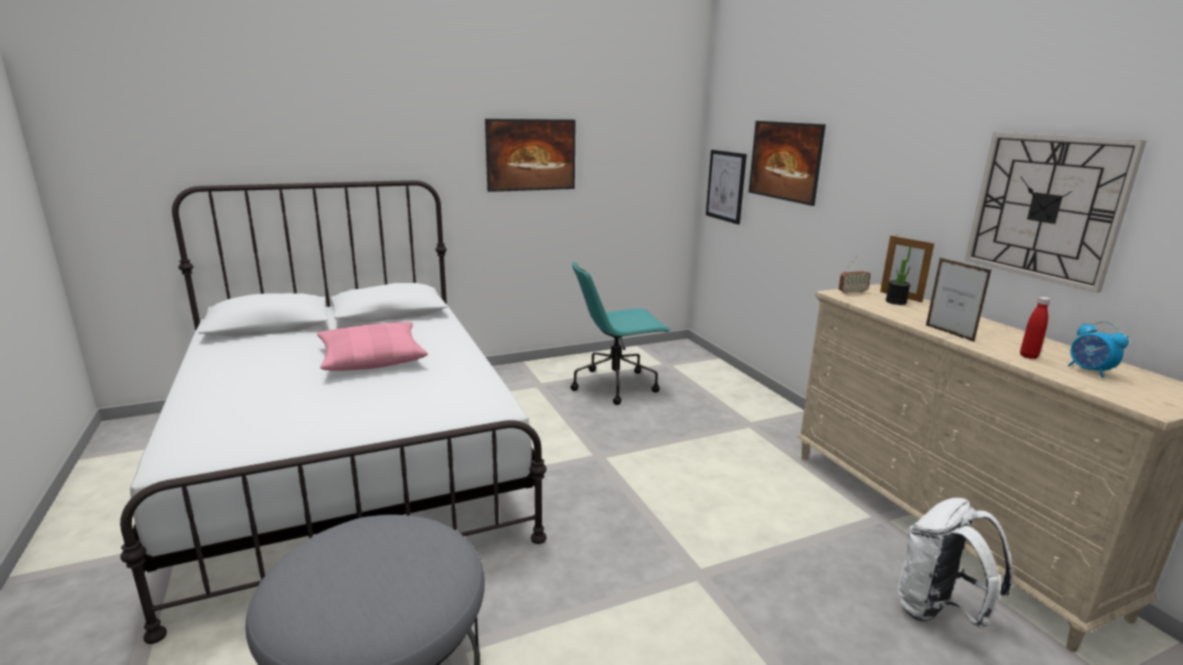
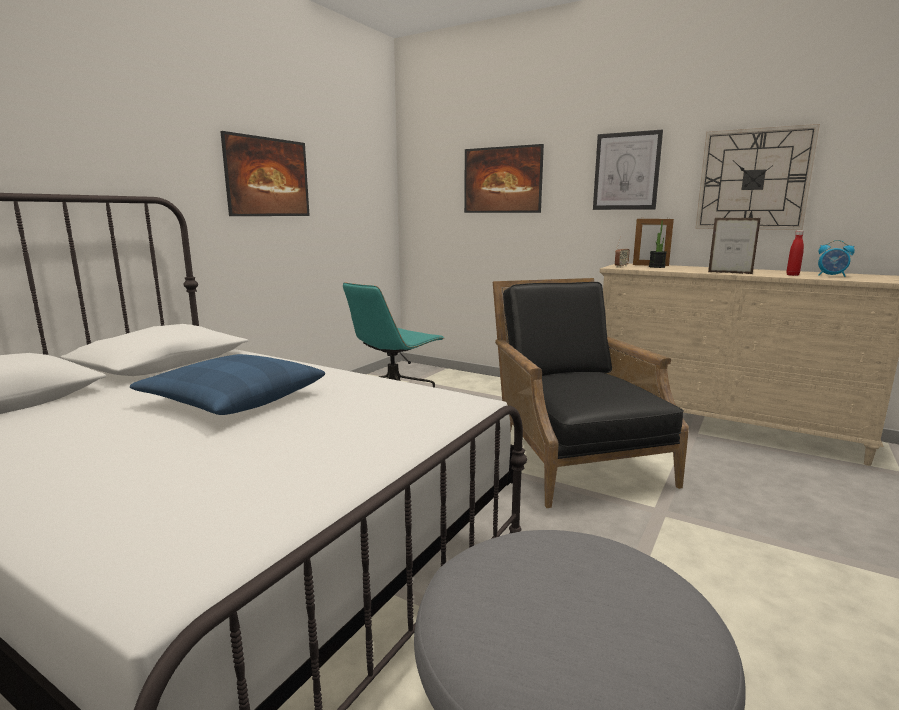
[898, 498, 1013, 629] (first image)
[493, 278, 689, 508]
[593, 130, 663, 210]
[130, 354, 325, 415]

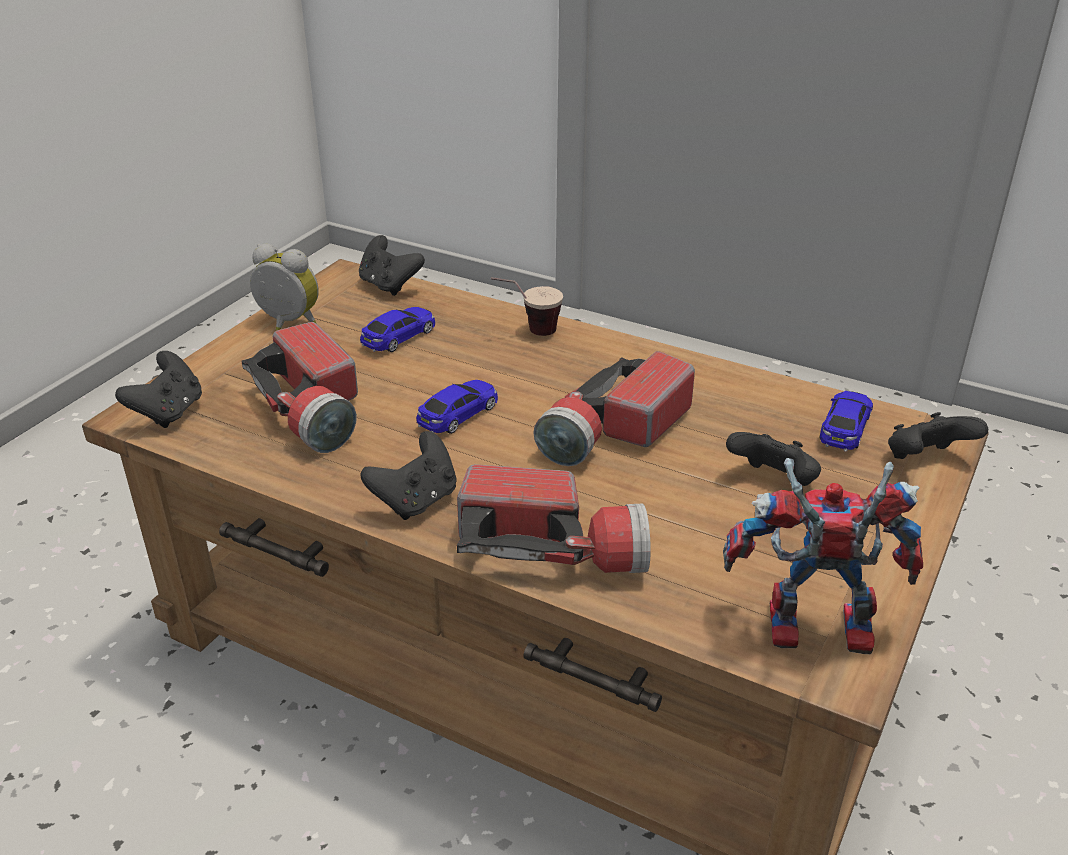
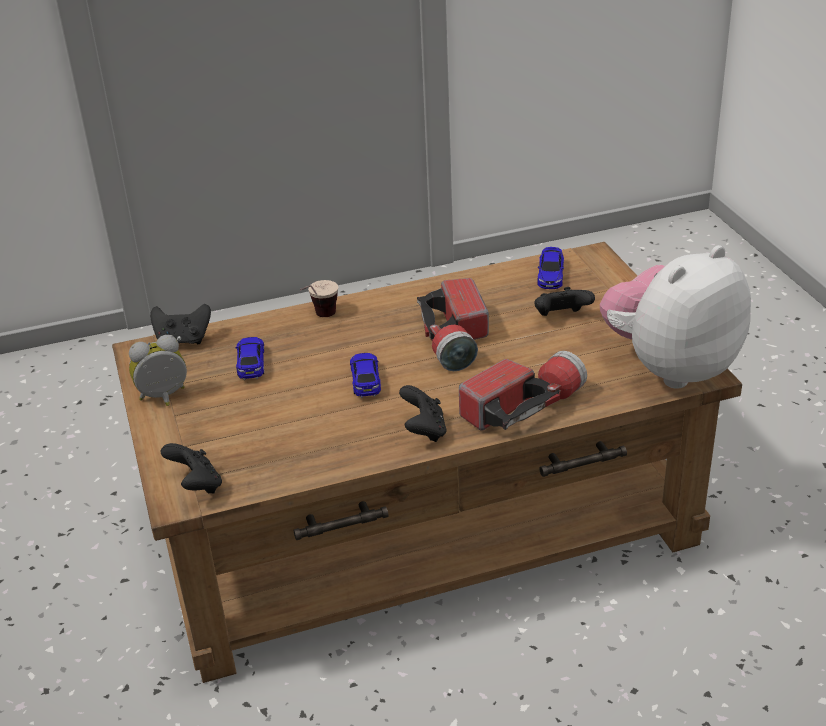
[242, 322, 358, 453] (first image)
[888, 412, 988, 459] (first image)
[600, 245, 751, 389]
[537, 247, 564, 289]

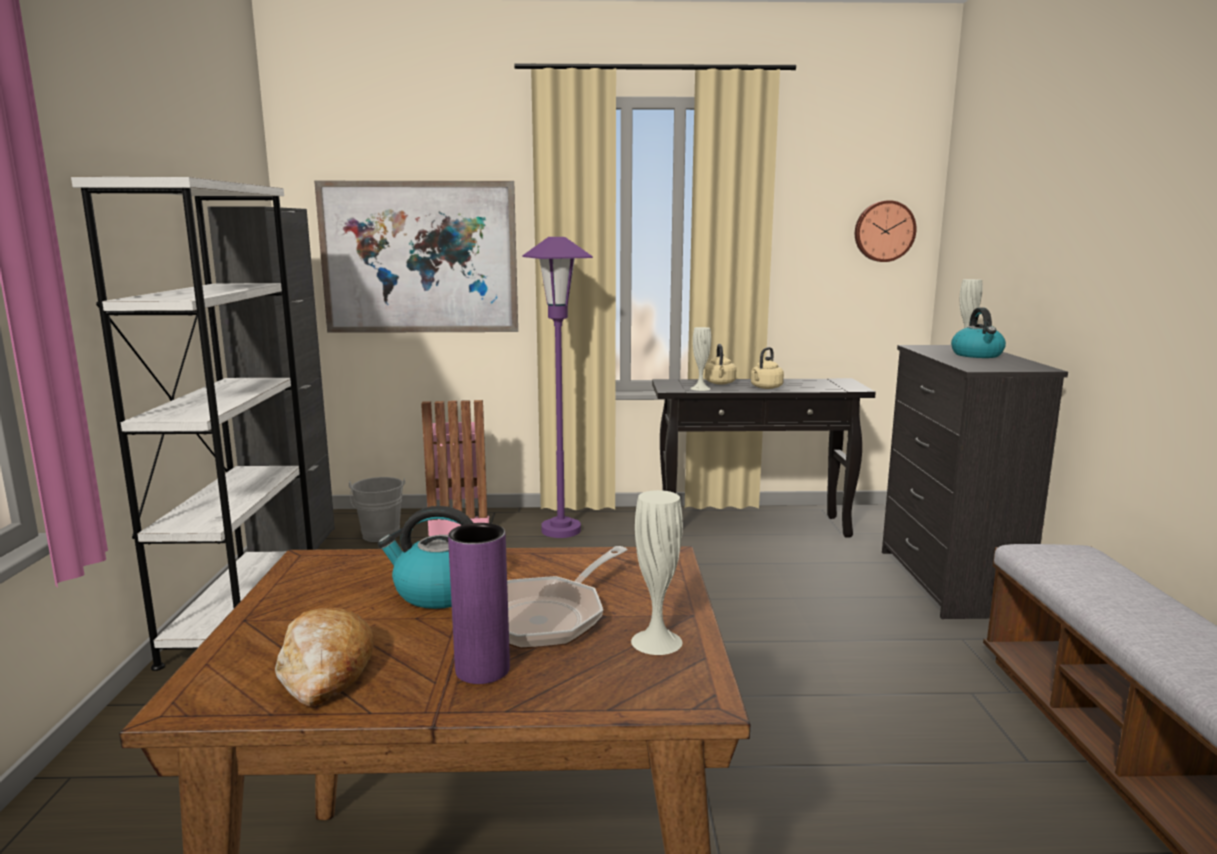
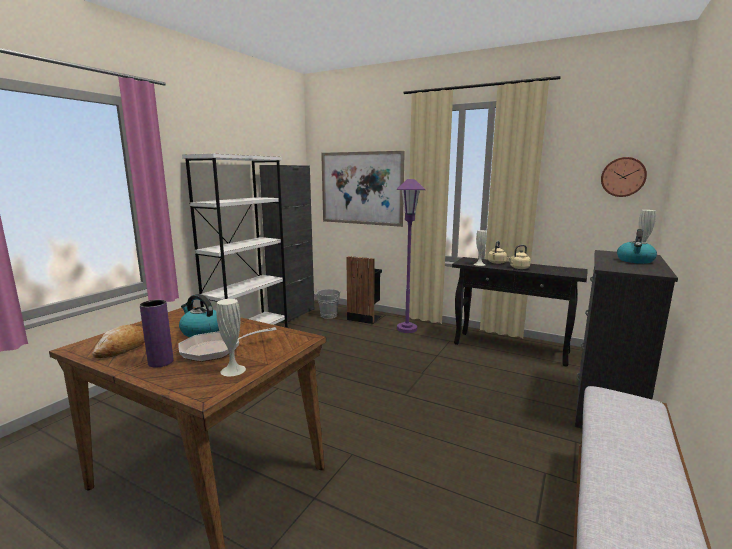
[346, 256, 382, 324]

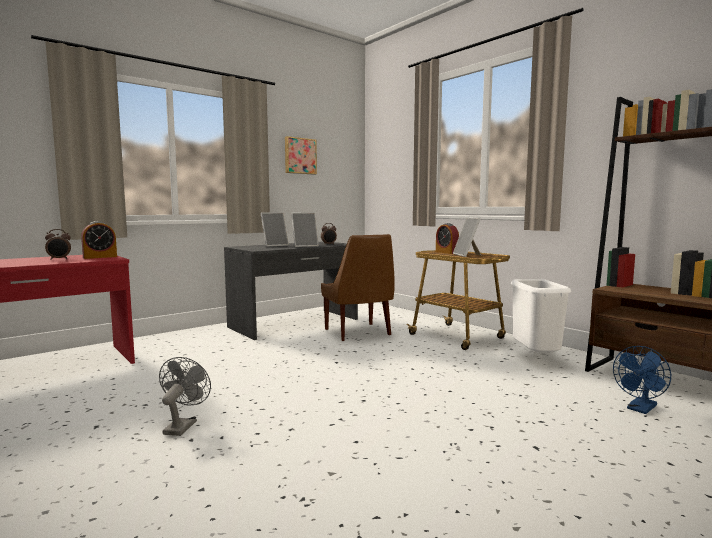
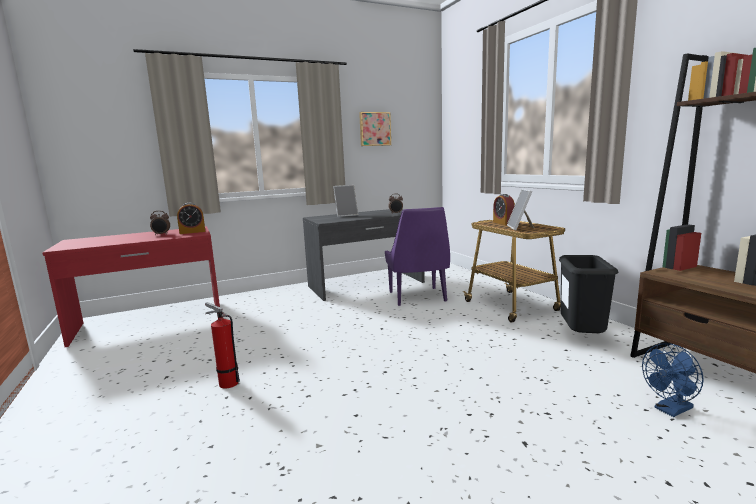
[291, 212, 319, 247] (first image)
[205, 302, 240, 389]
[385, 207, 450, 306]
[559, 255, 618, 333]

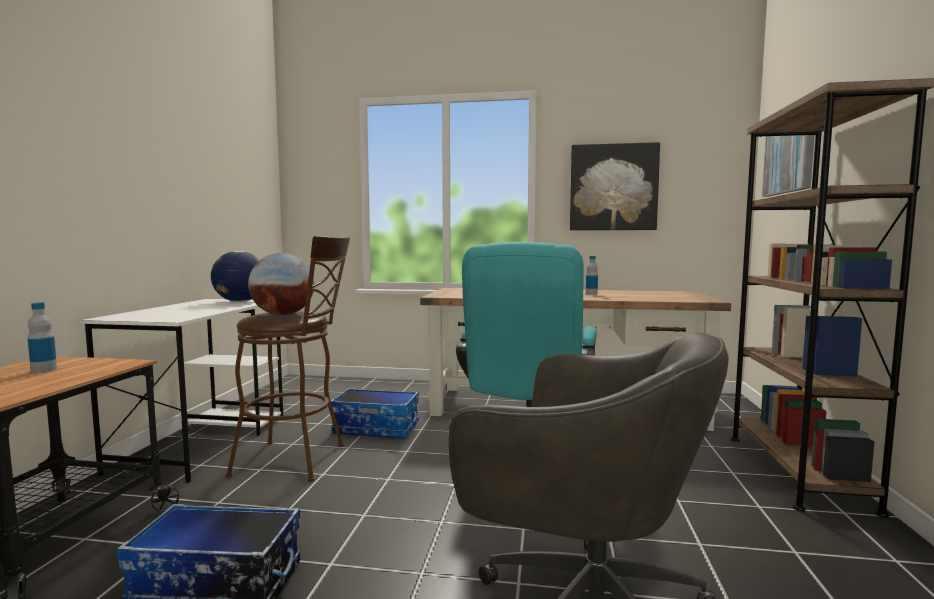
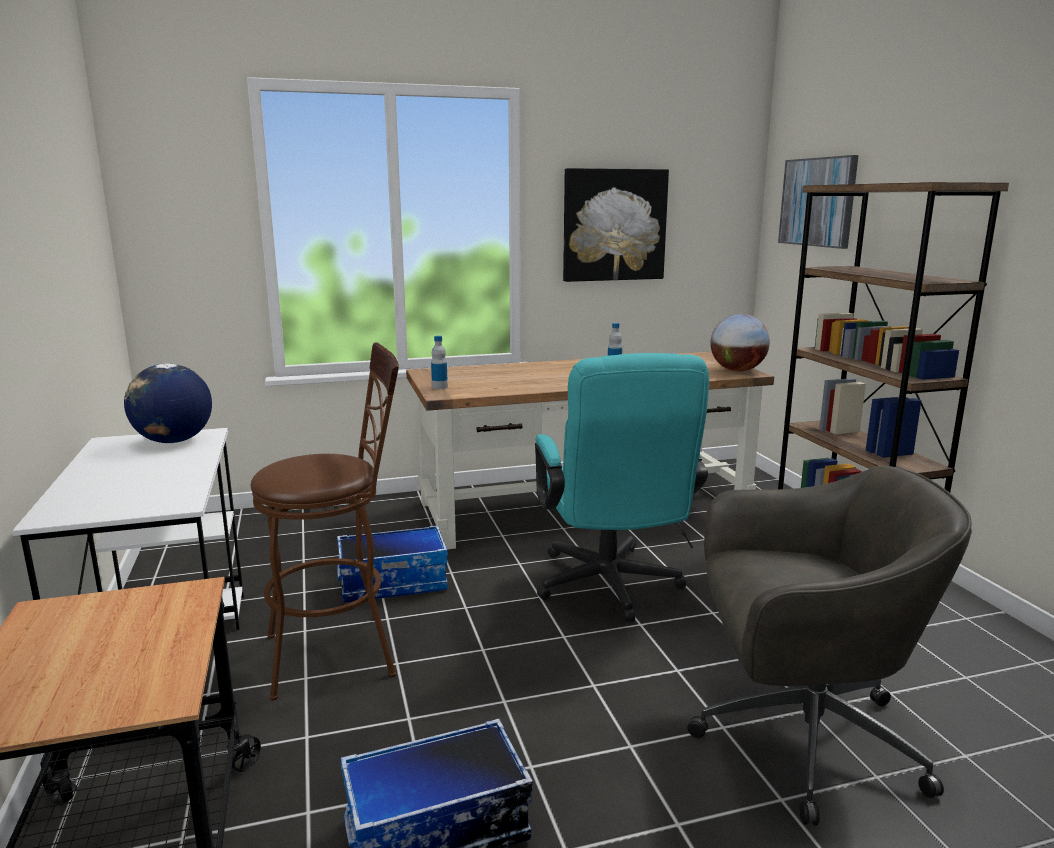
[431, 335, 448, 389]
[710, 314, 770, 371]

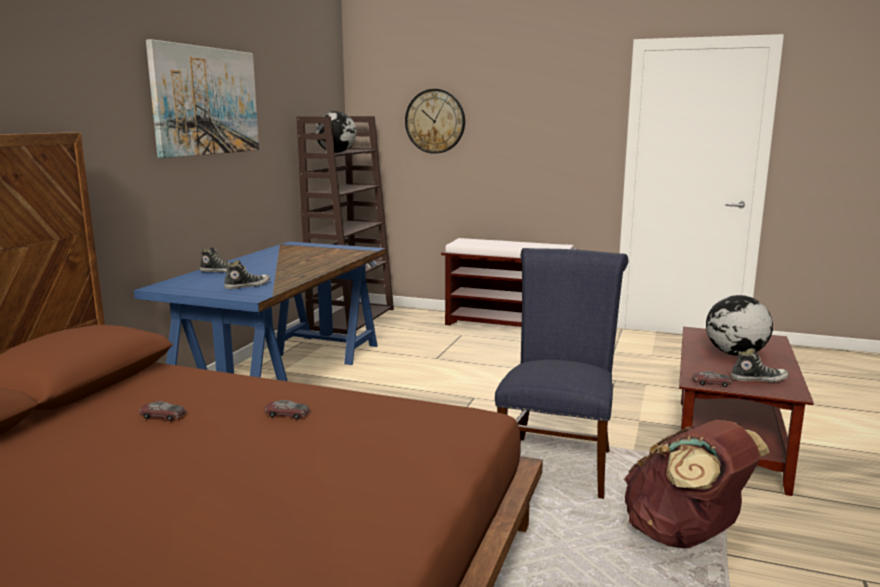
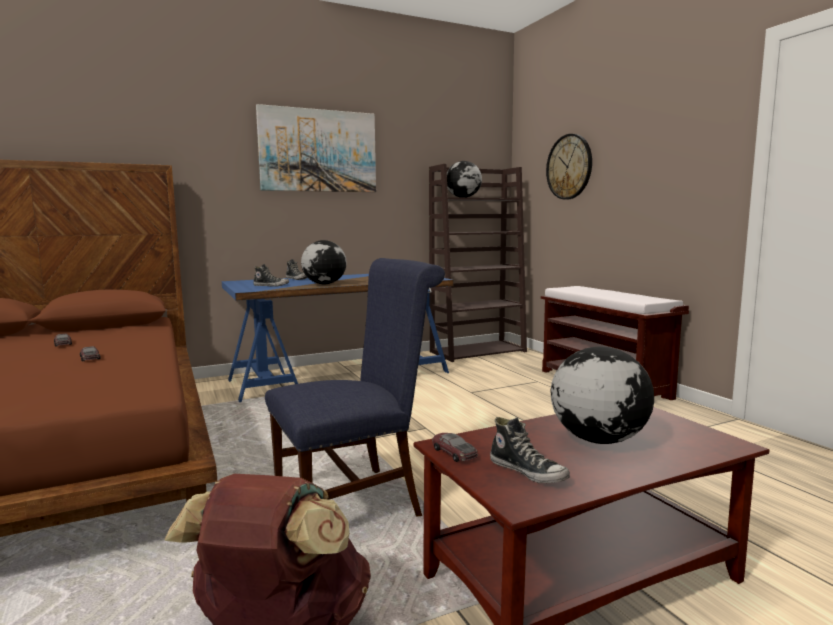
[301, 240, 347, 285]

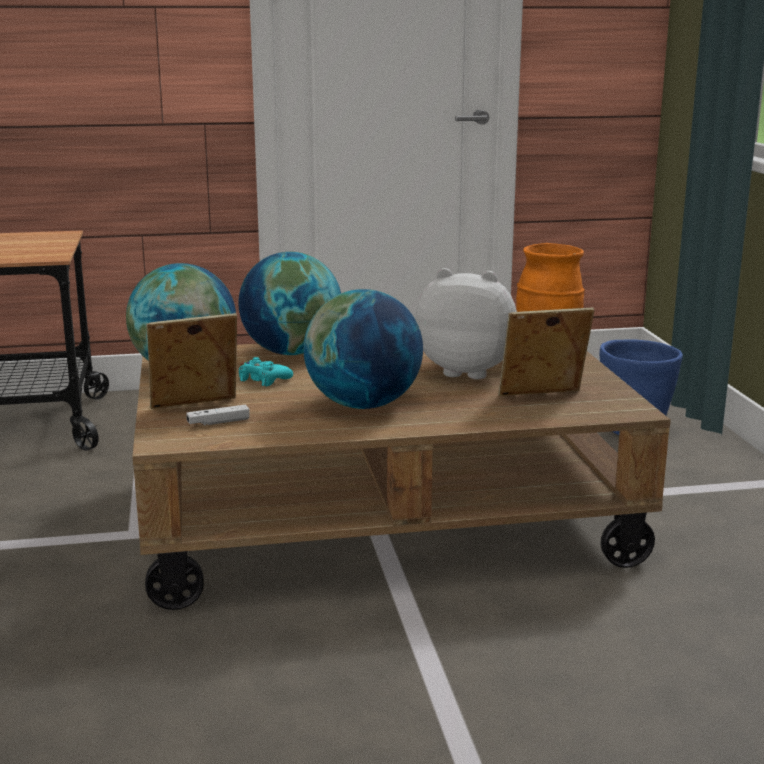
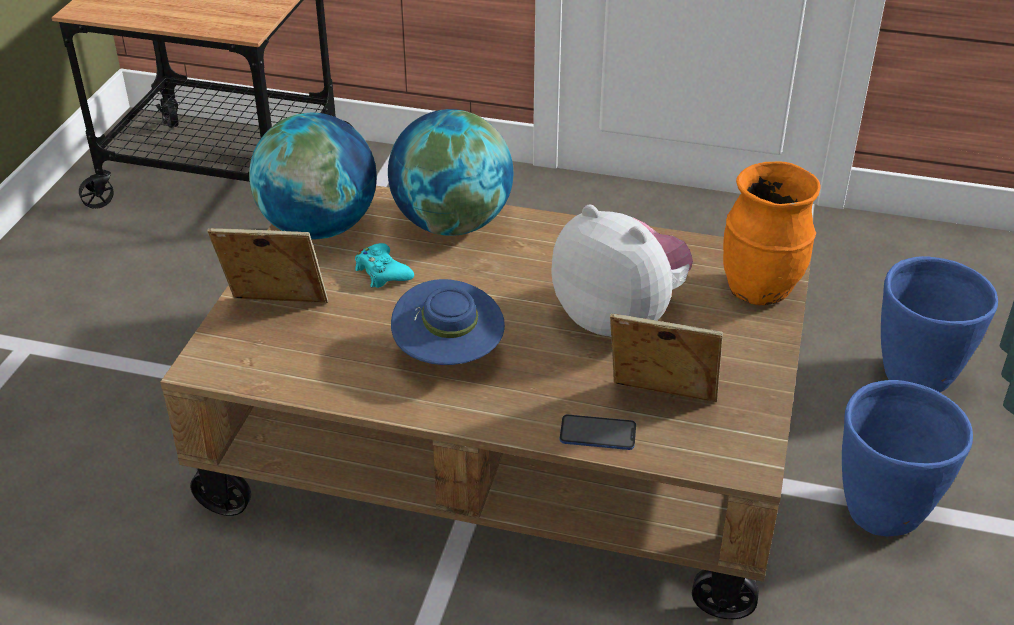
[186, 405, 250, 426] (first image)
[560, 414, 636, 450]
[842, 380, 973, 537]
[391, 279, 505, 365]

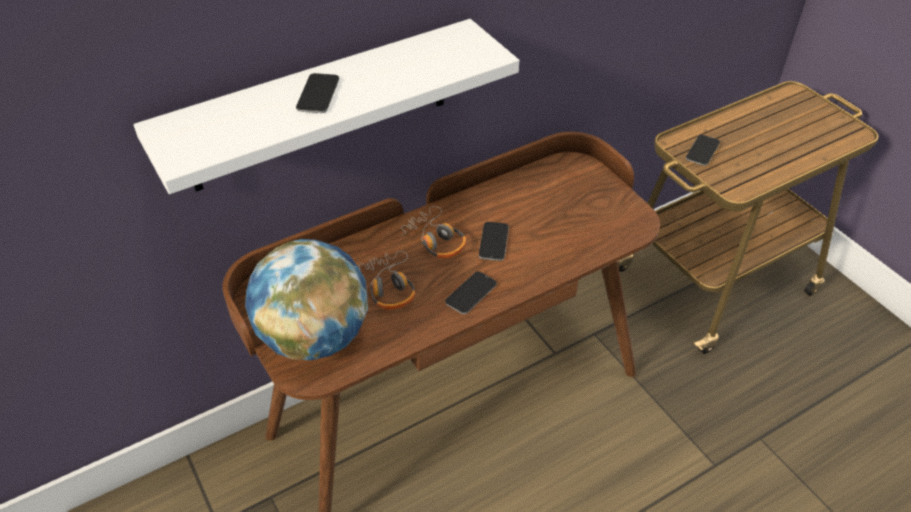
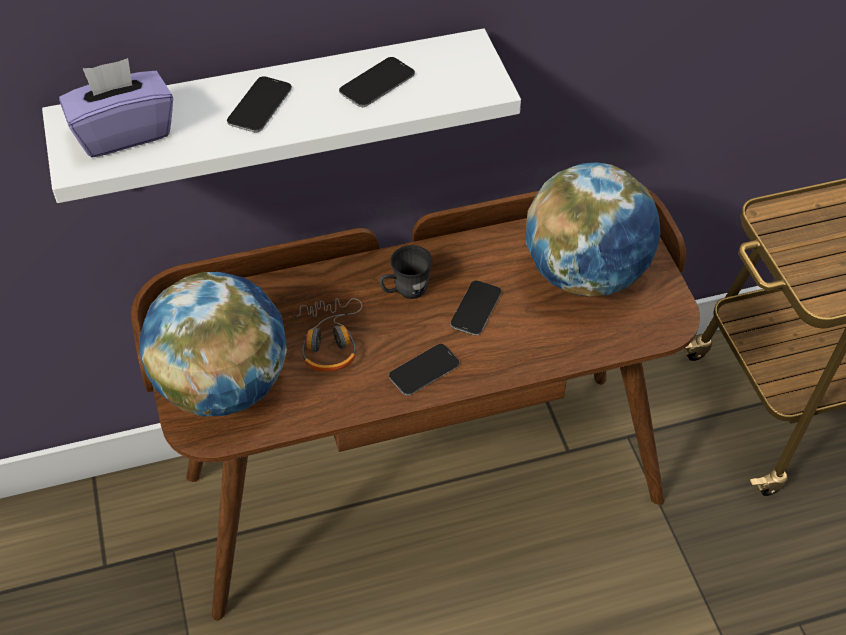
[59, 58, 173, 158]
[526, 162, 660, 297]
[339, 57, 415, 107]
[379, 245, 432, 299]

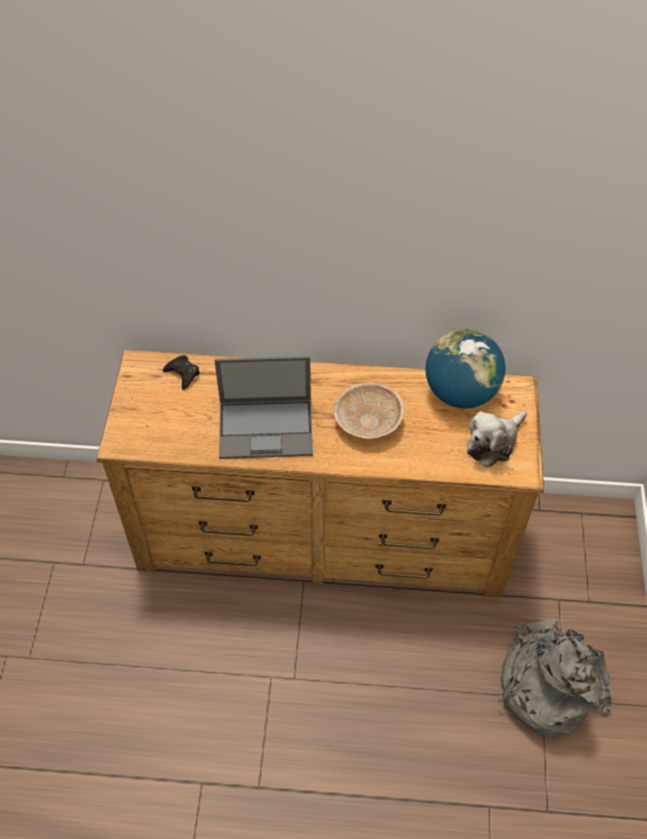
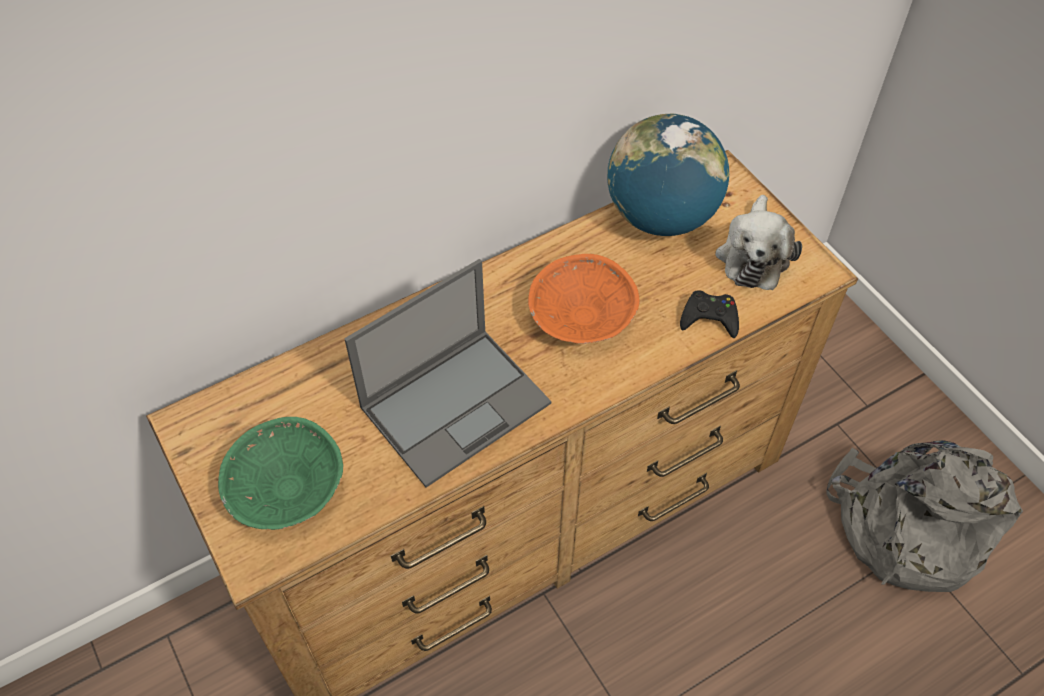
[218, 417, 343, 530]
[680, 290, 739, 338]
[528, 254, 640, 344]

